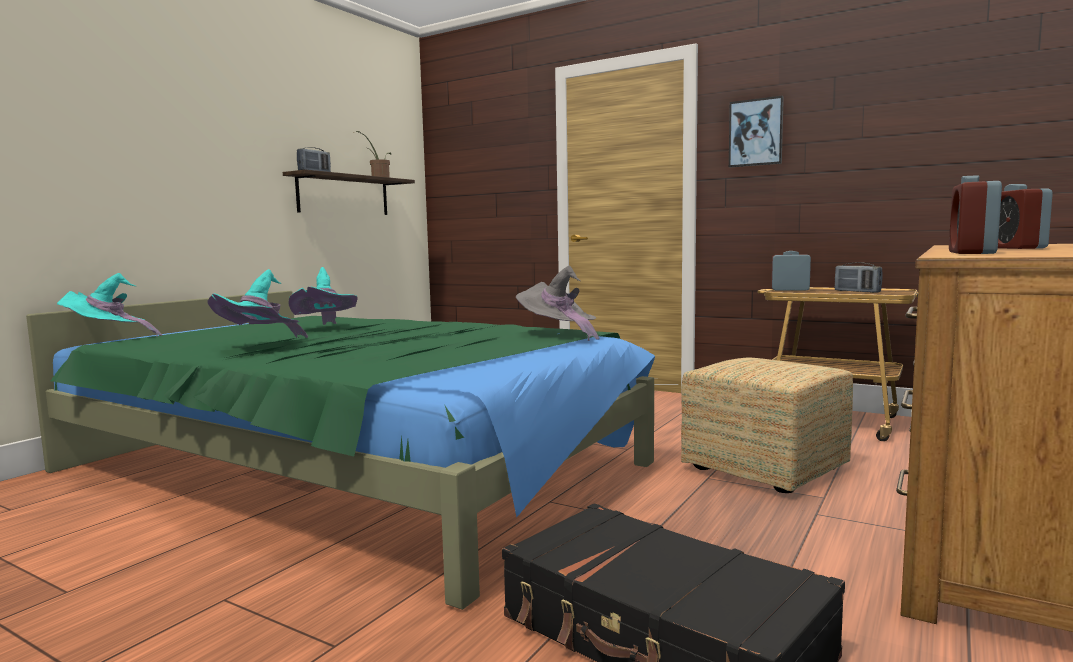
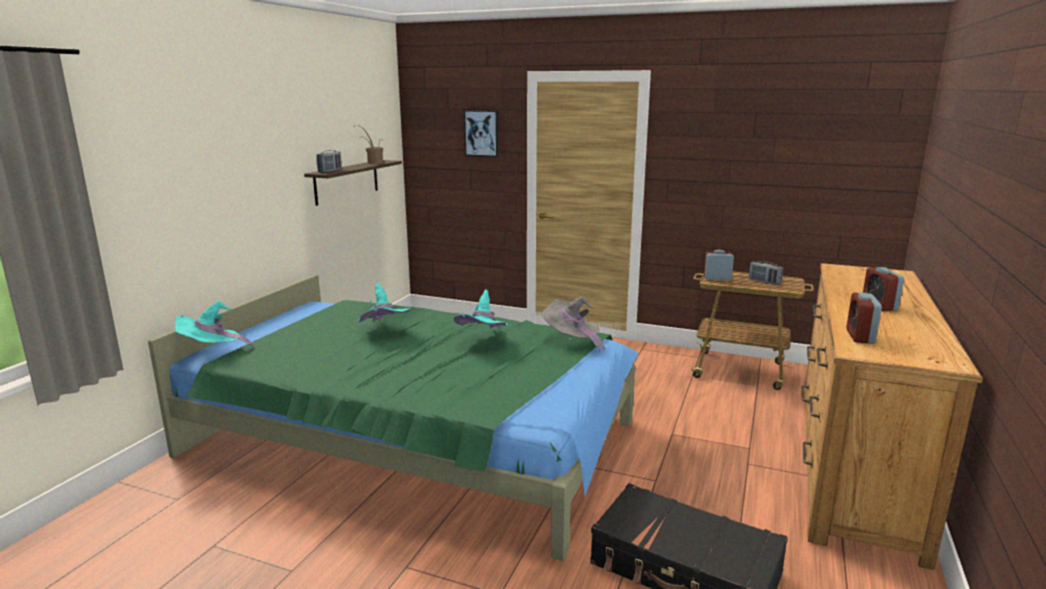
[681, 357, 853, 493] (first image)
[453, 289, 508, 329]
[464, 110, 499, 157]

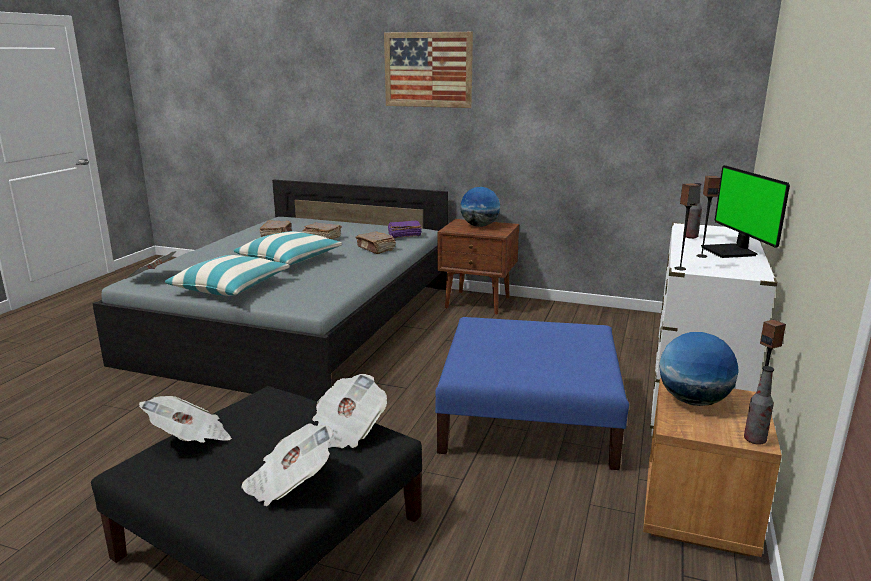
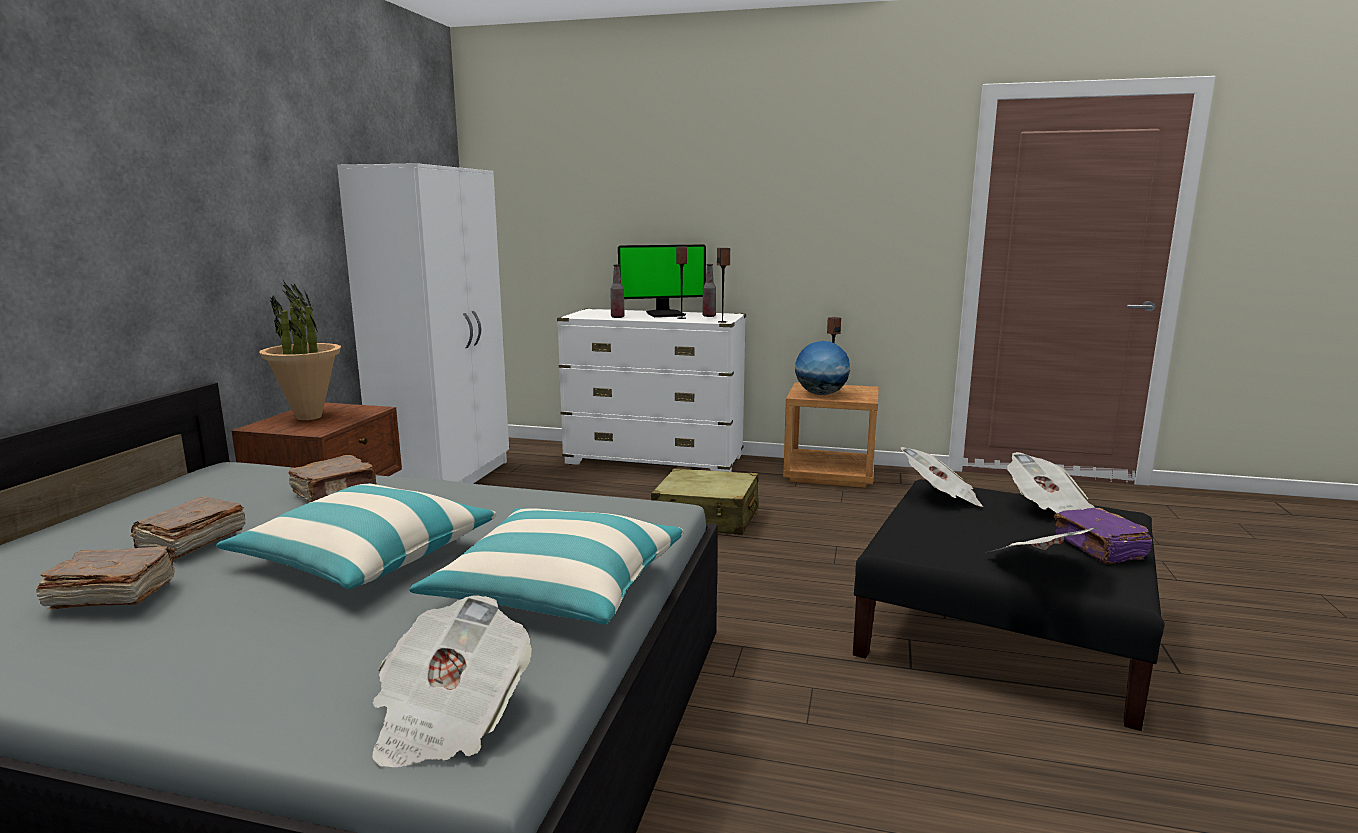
[384, 32, 473, 108] (first image)
[337, 163, 509, 484]
[1054, 508, 1152, 564]
[703, 264, 716, 317]
[651, 468, 759, 535]
[259, 280, 341, 420]

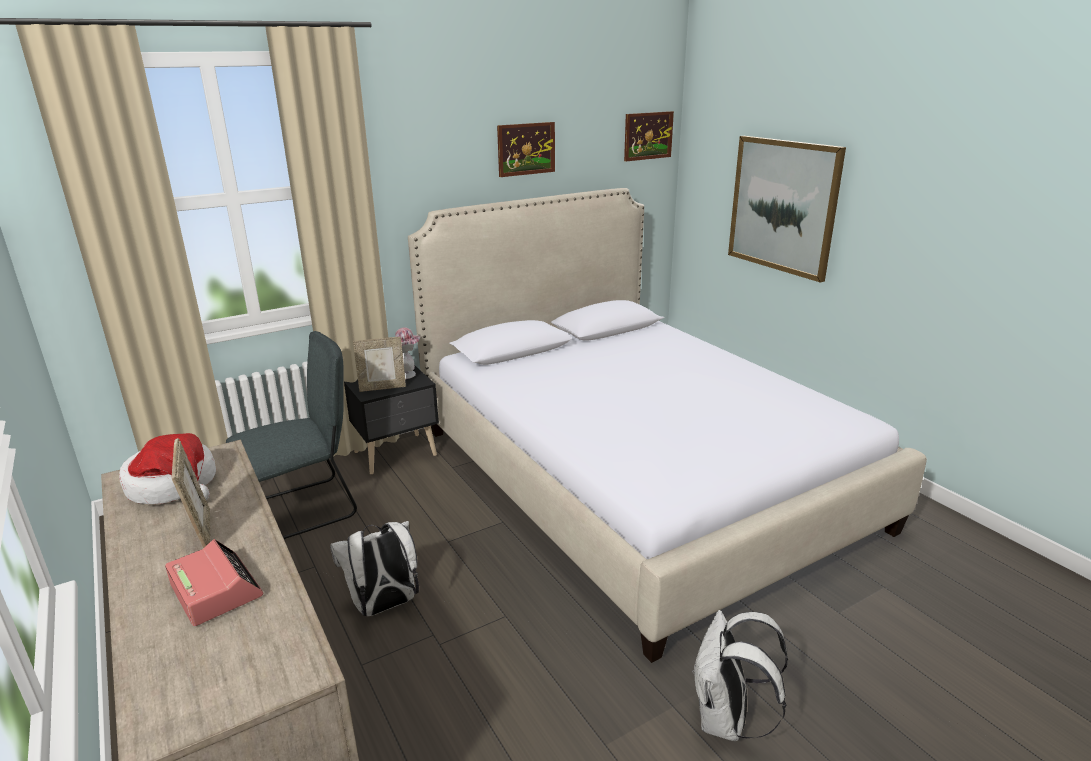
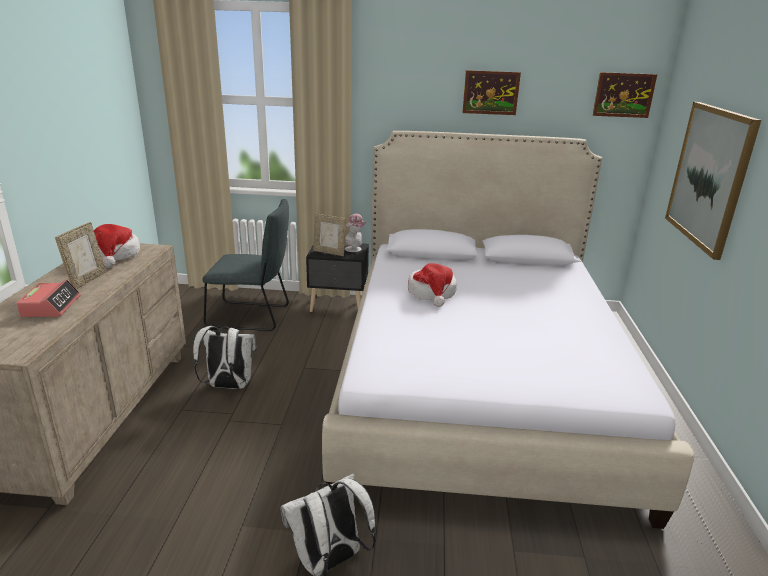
[408, 263, 457, 307]

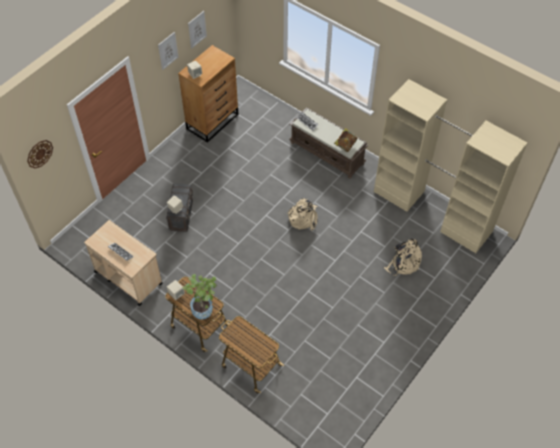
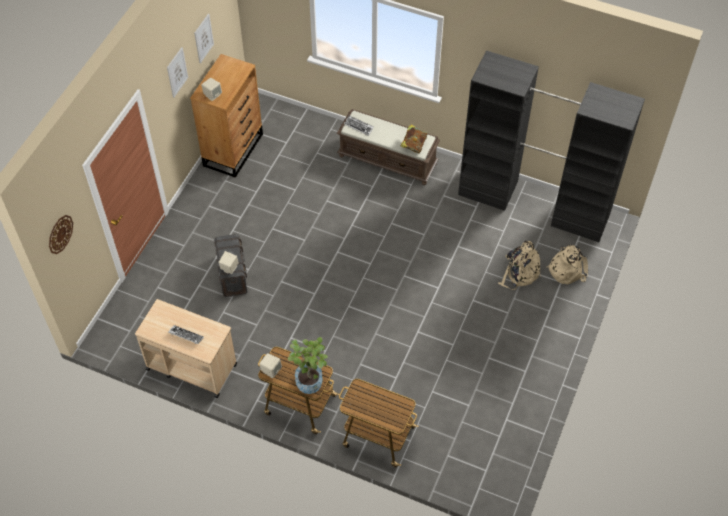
[546, 245, 588, 285]
[458, 50, 645, 242]

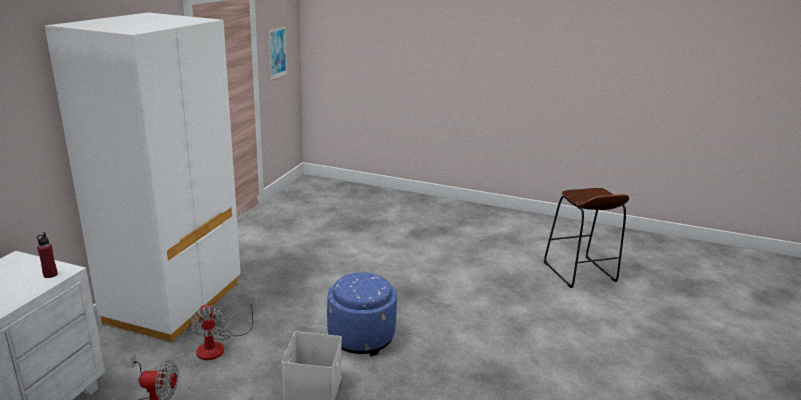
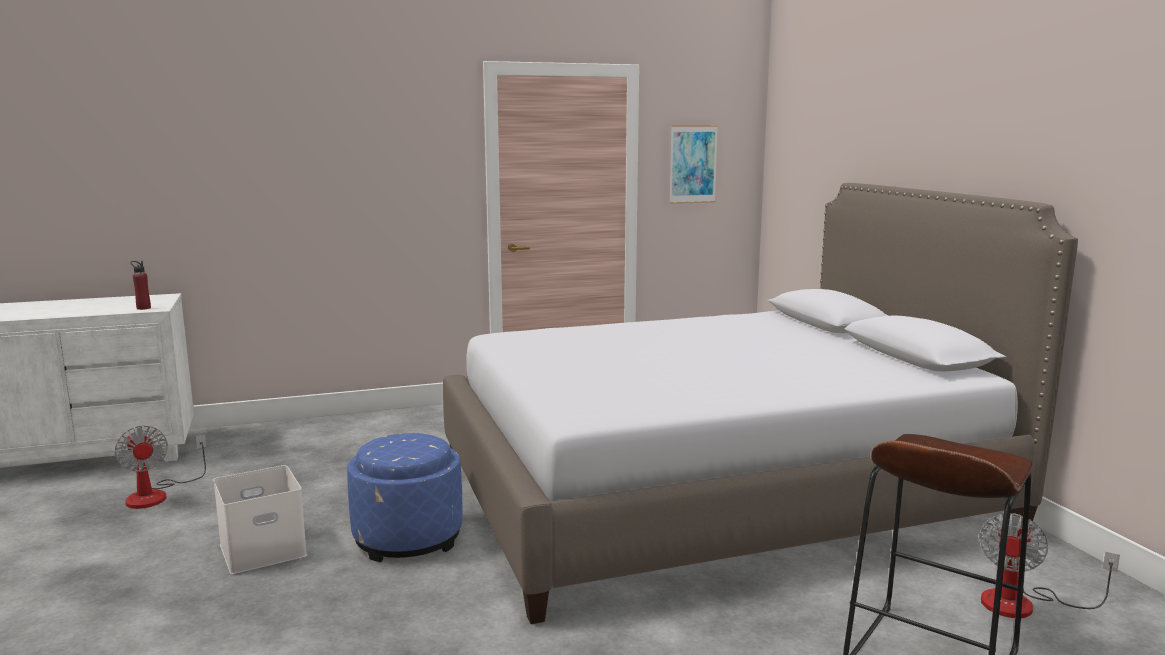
[45, 13, 241, 342] (first image)
[443, 183, 1078, 624]
[979, 513, 1120, 618]

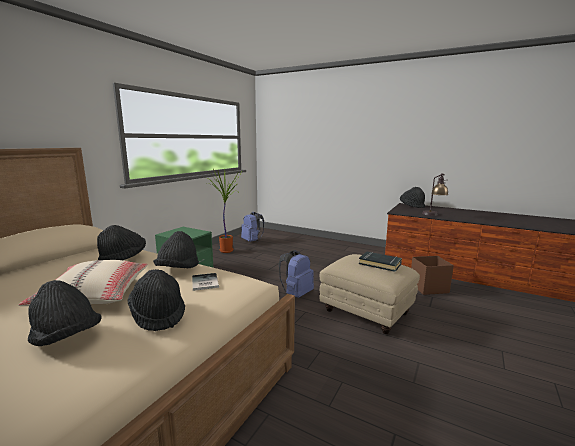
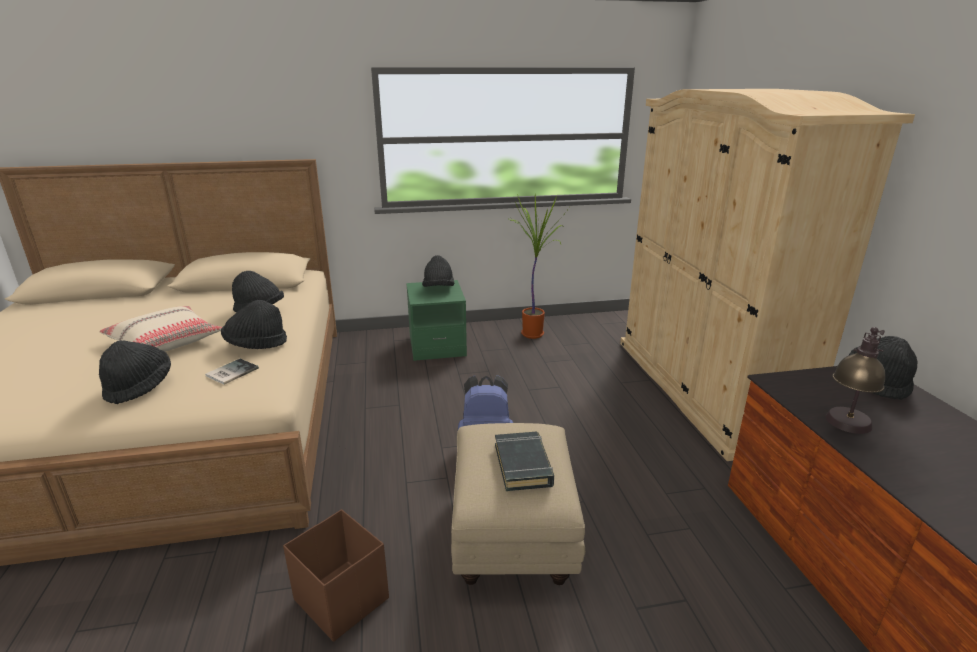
[241, 212, 264, 242] (first image)
[620, 89, 915, 461]
[422, 255, 454, 287]
[283, 510, 389, 642]

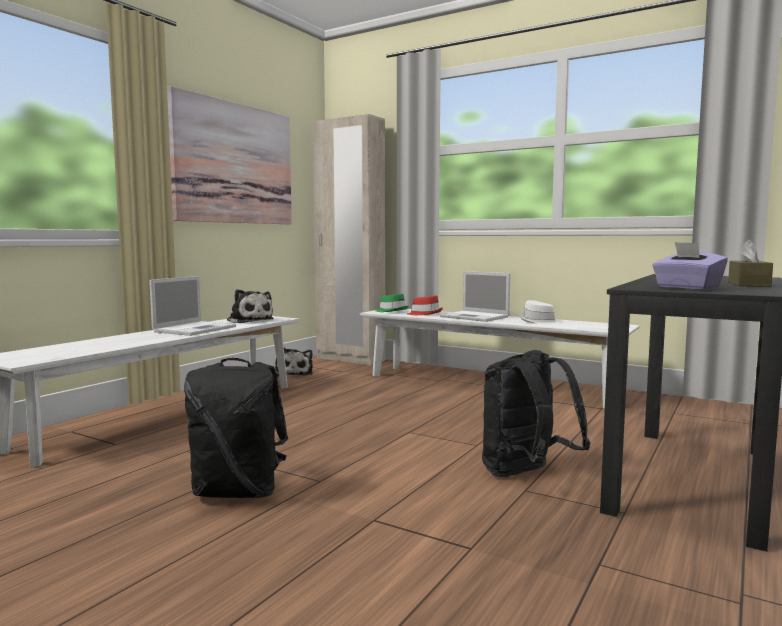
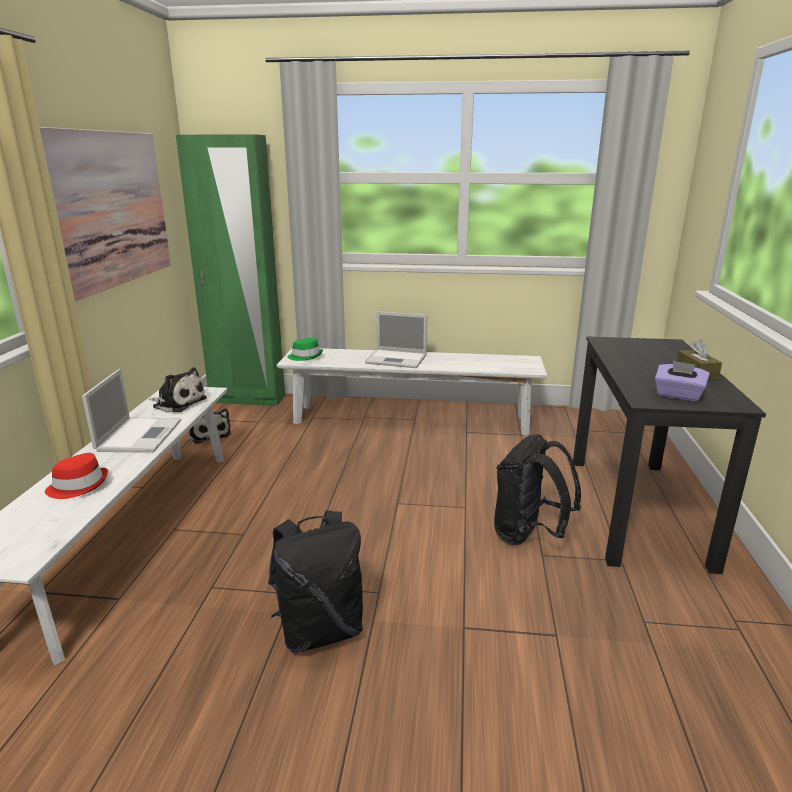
[519, 300, 560, 324] (first image)
[45, 453, 108, 499]
[176, 134, 285, 406]

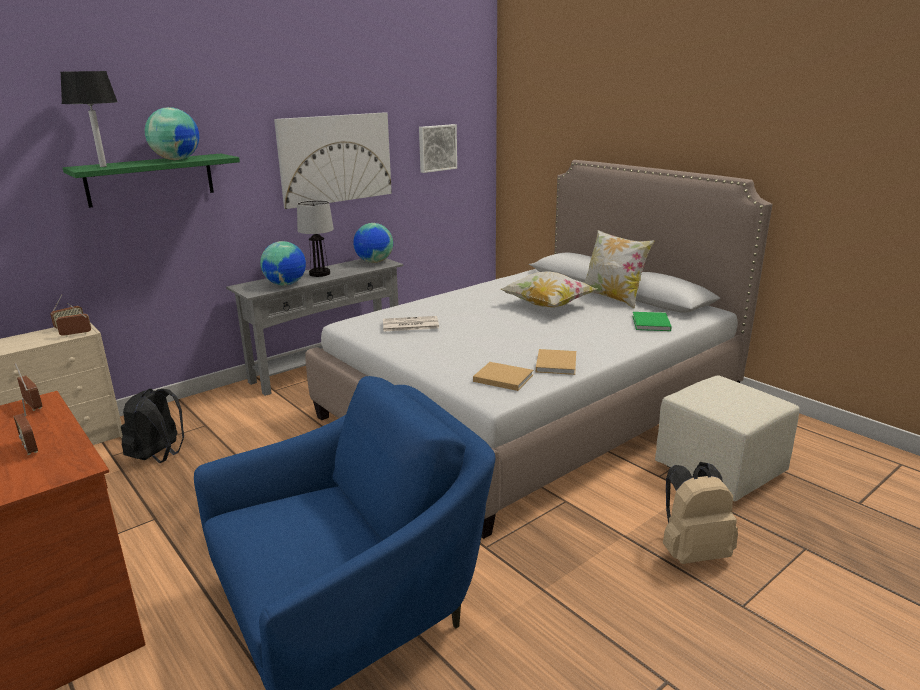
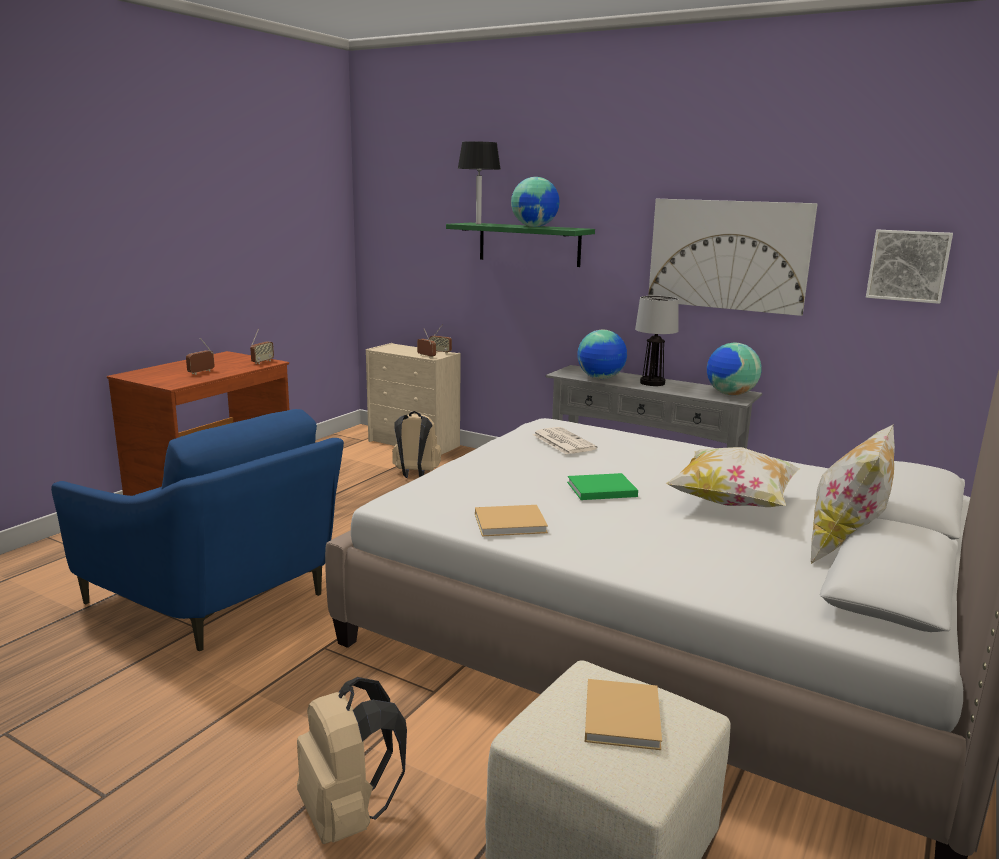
[585, 679, 662, 750]
[567, 473, 638, 500]
[392, 411, 441, 478]

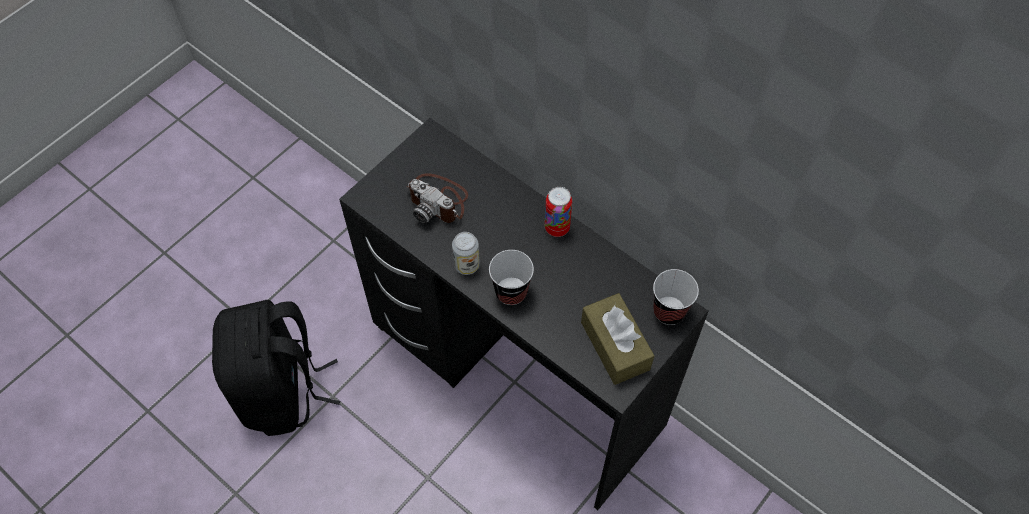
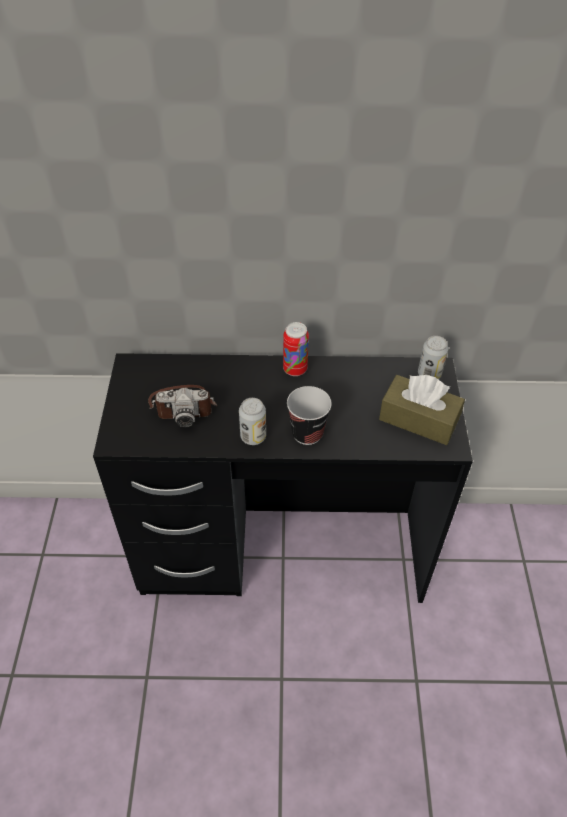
[212, 300, 340, 436] (first image)
[418, 336, 448, 379]

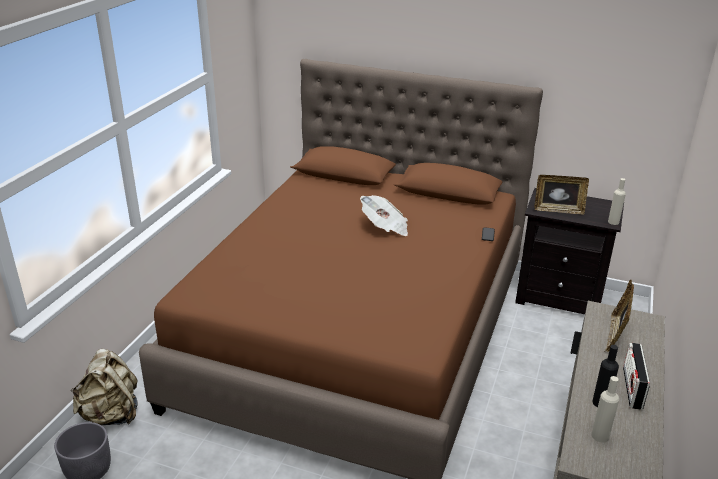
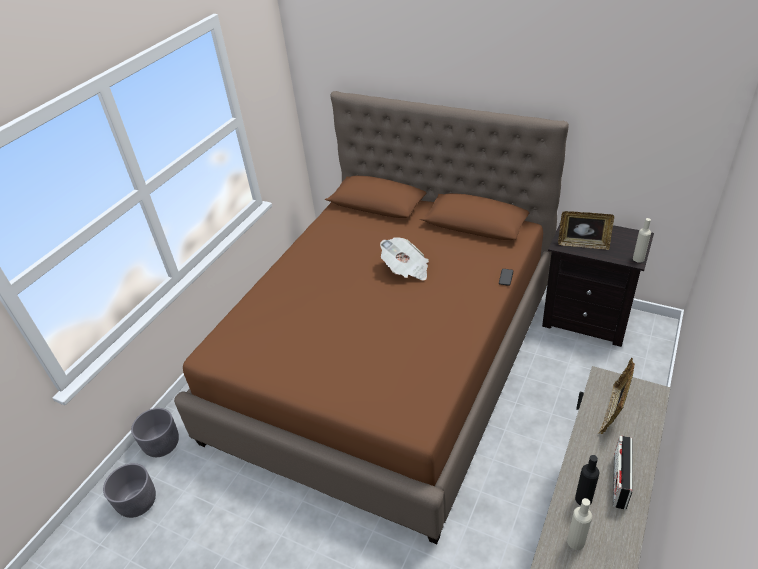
[131, 408, 179, 457]

